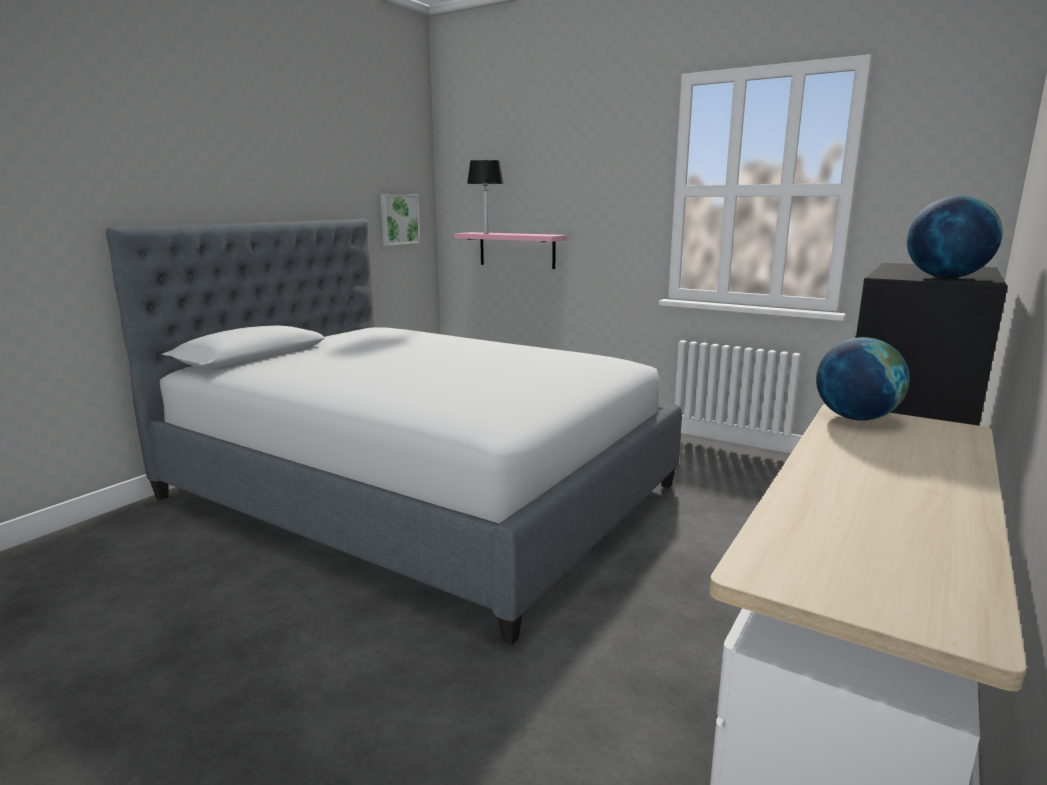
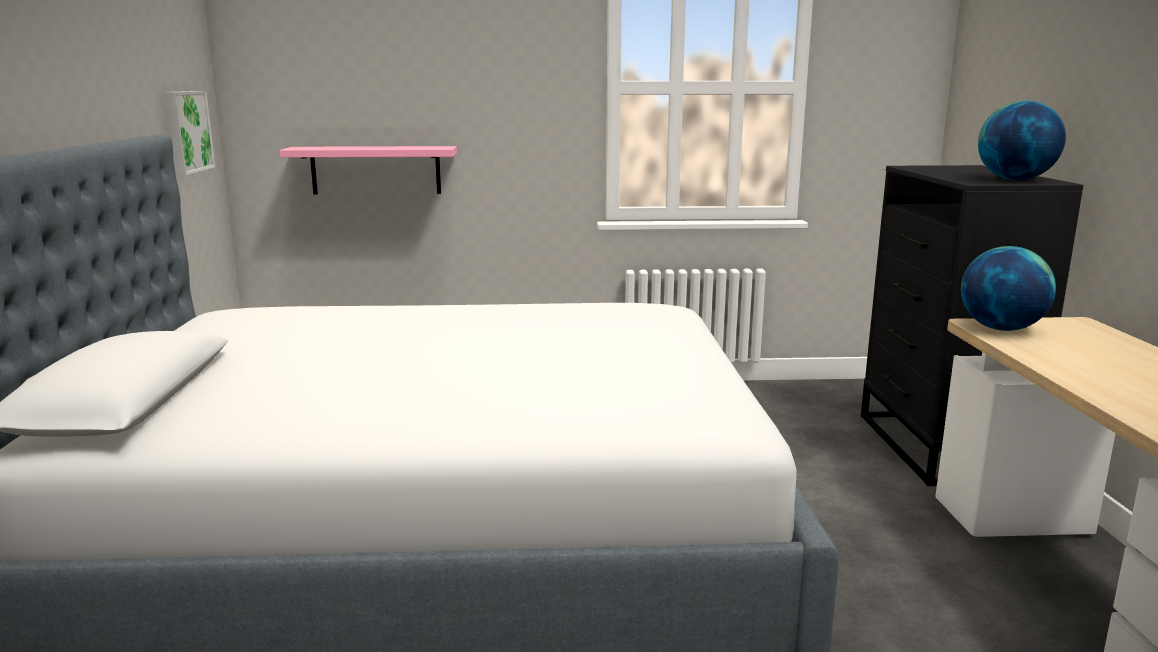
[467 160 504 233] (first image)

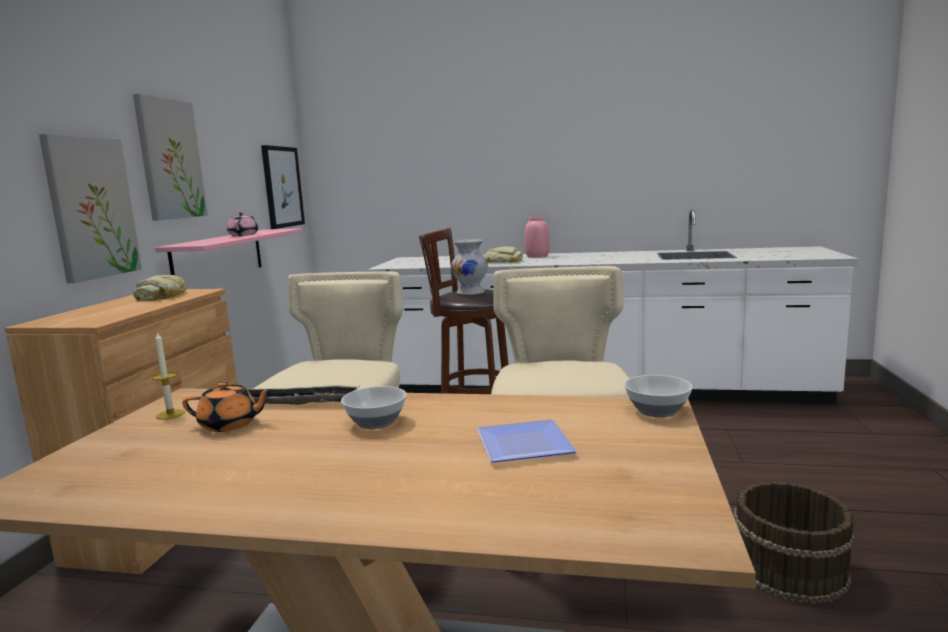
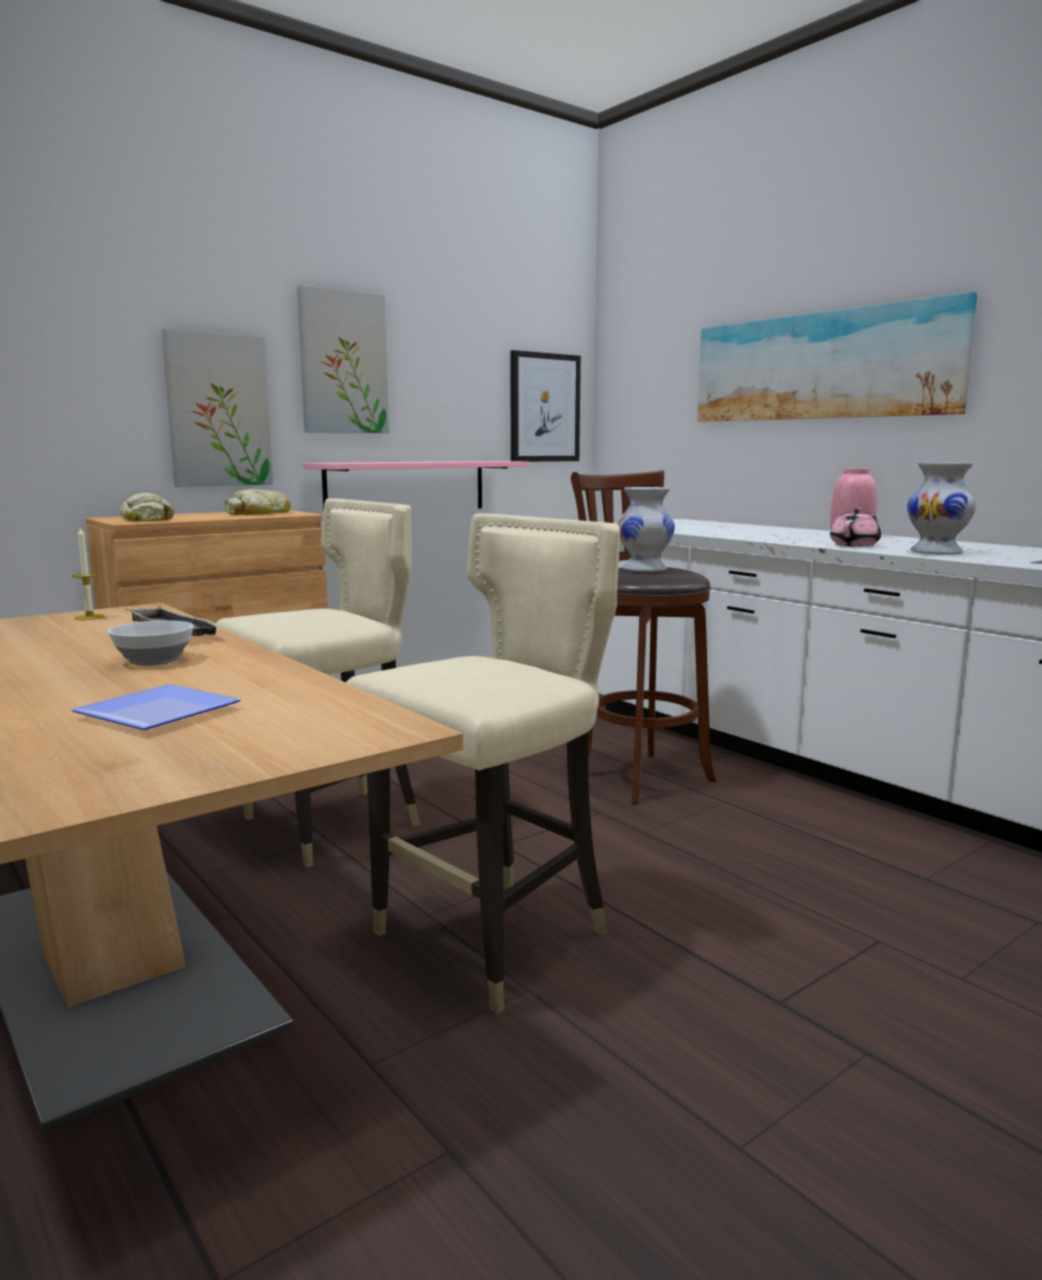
[182 382 273 432] (first image)
[830 508 881 547]
[120 493 174 521]
[624 375 693 417] (first image)
[734 481 856 604] (first image)
[698 292 977 422]
[907 462 976 555]

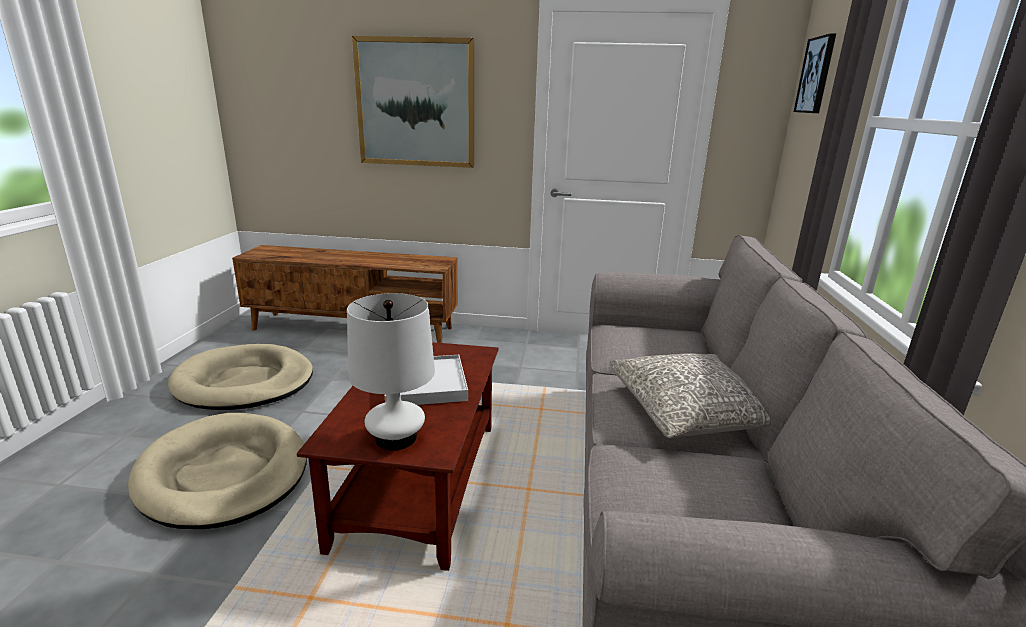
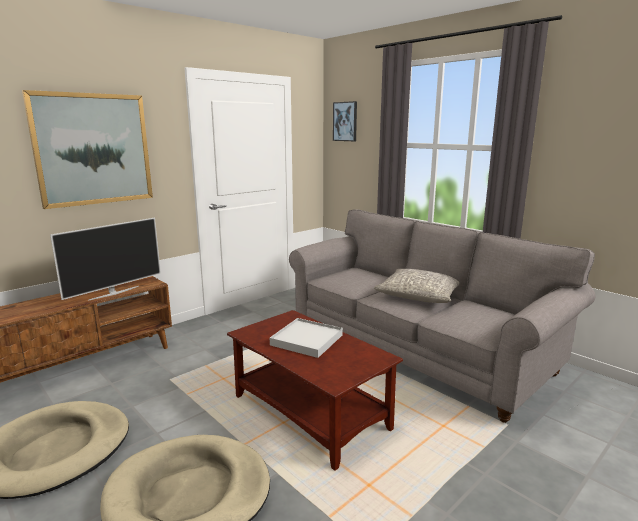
[347 293 435 451] (first image)
[50 218 161 301]

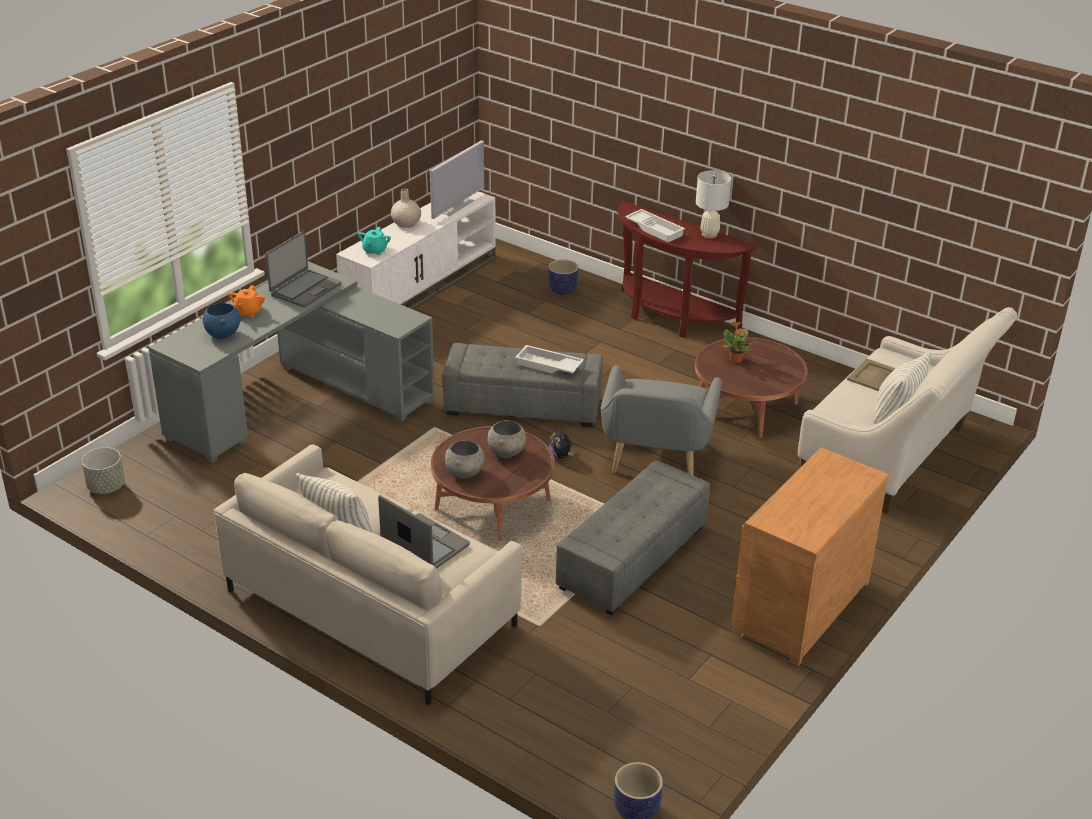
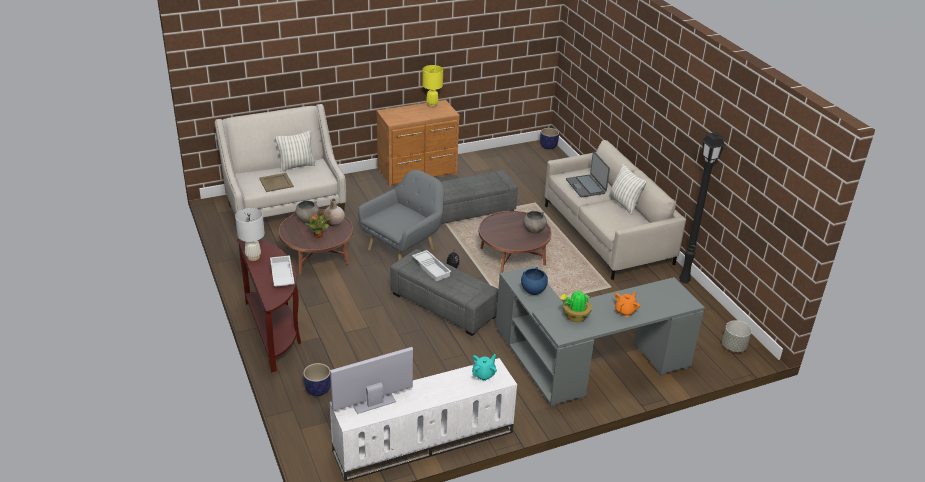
[521 267 548 295]
[561 291 592 322]
[323 199 345 226]
[296 200 319 223]
[422 65 443 107]
[679 132 727 284]

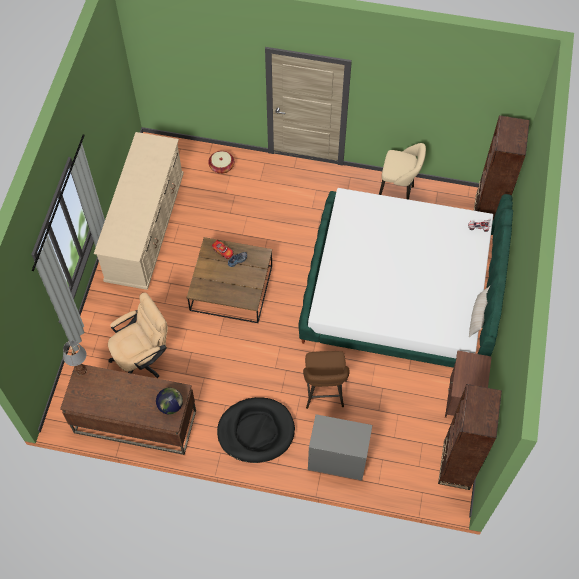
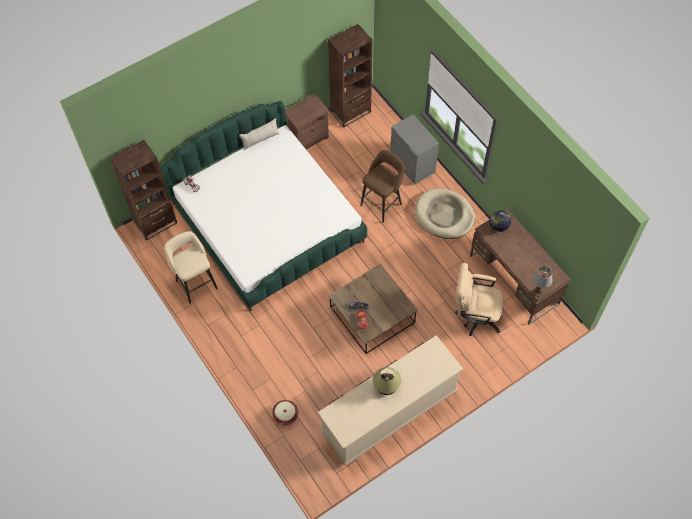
[415 188 475 239]
[373 367 401 395]

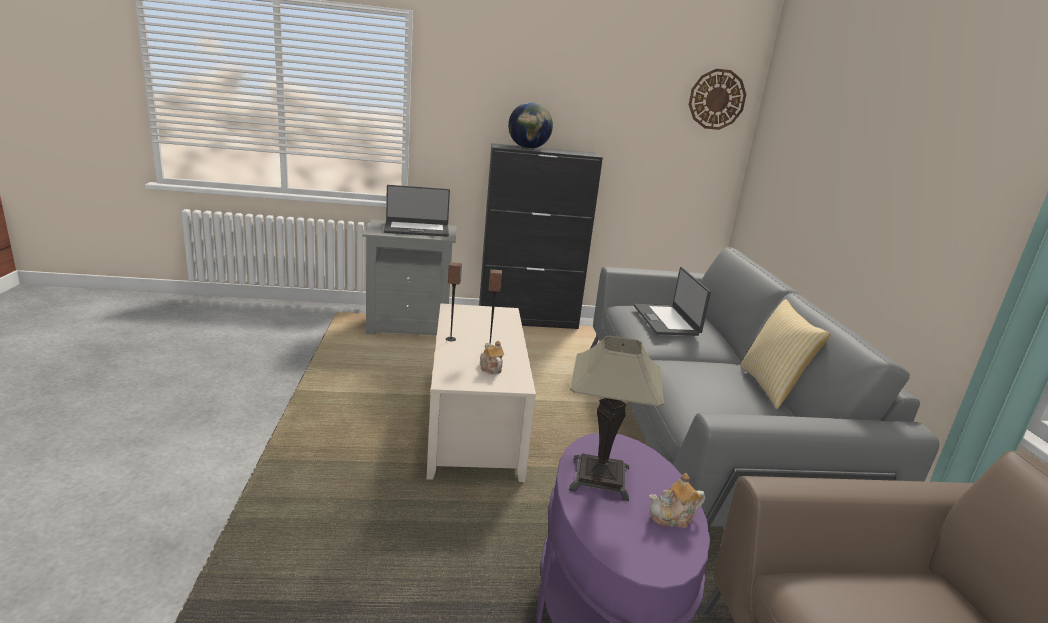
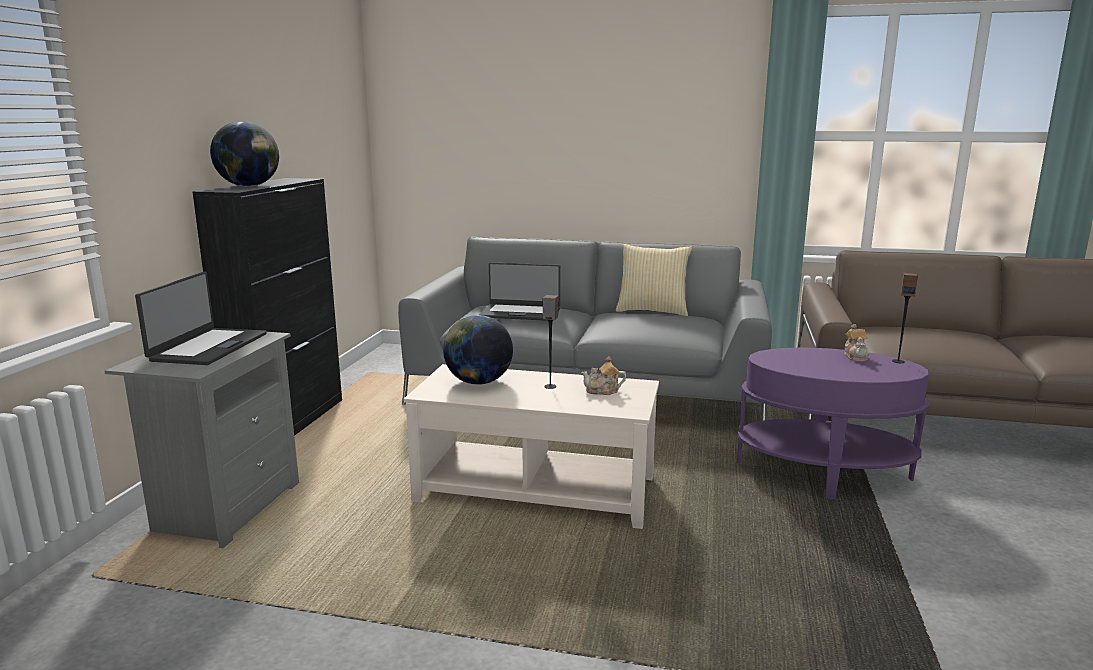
[892 273 918 363]
[569 335 664 501] (first image)
[689 69 746 130] (first image)
[443 315 513 385]

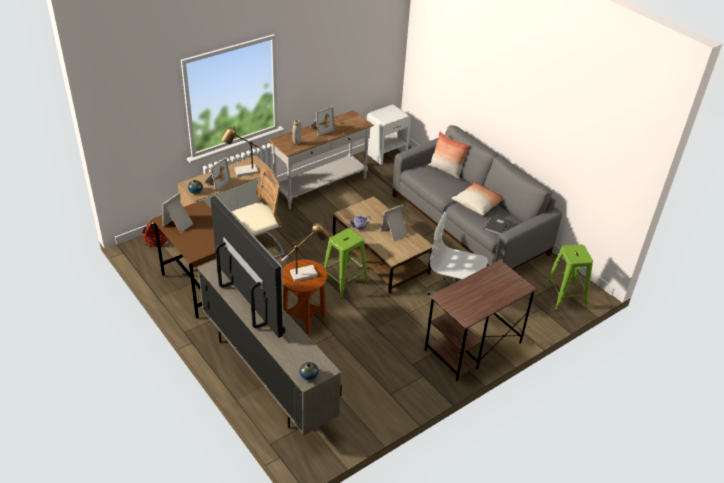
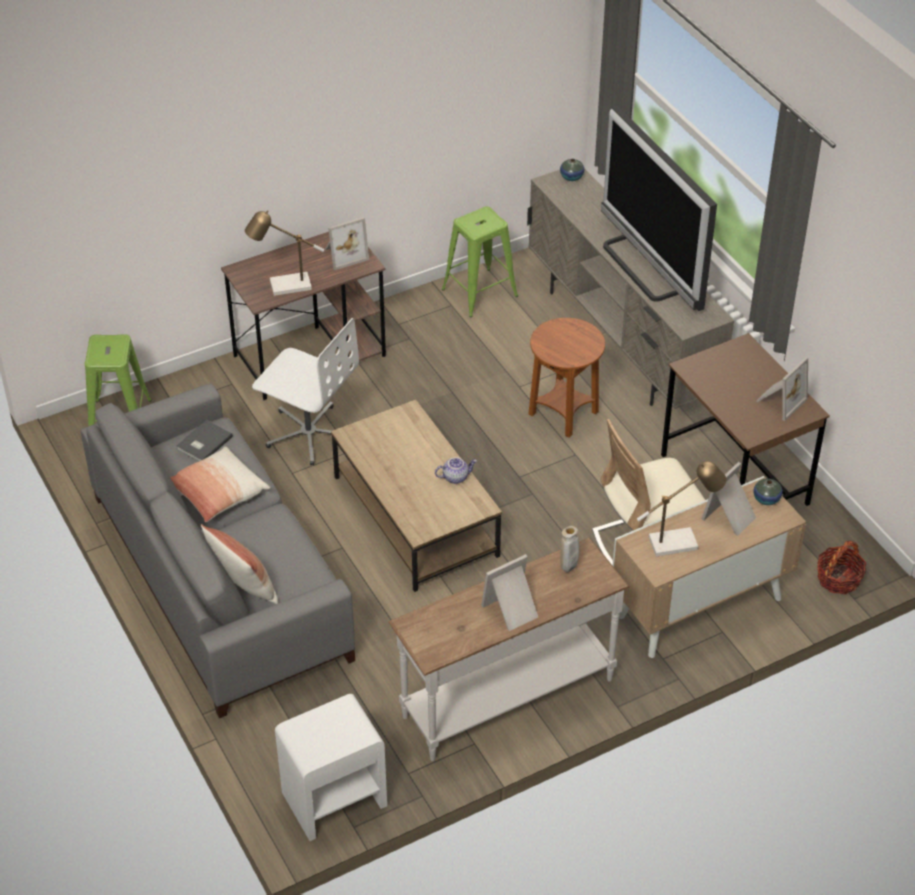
[245 210 324 296]
[442 207 518 317]
[325 217 369 270]

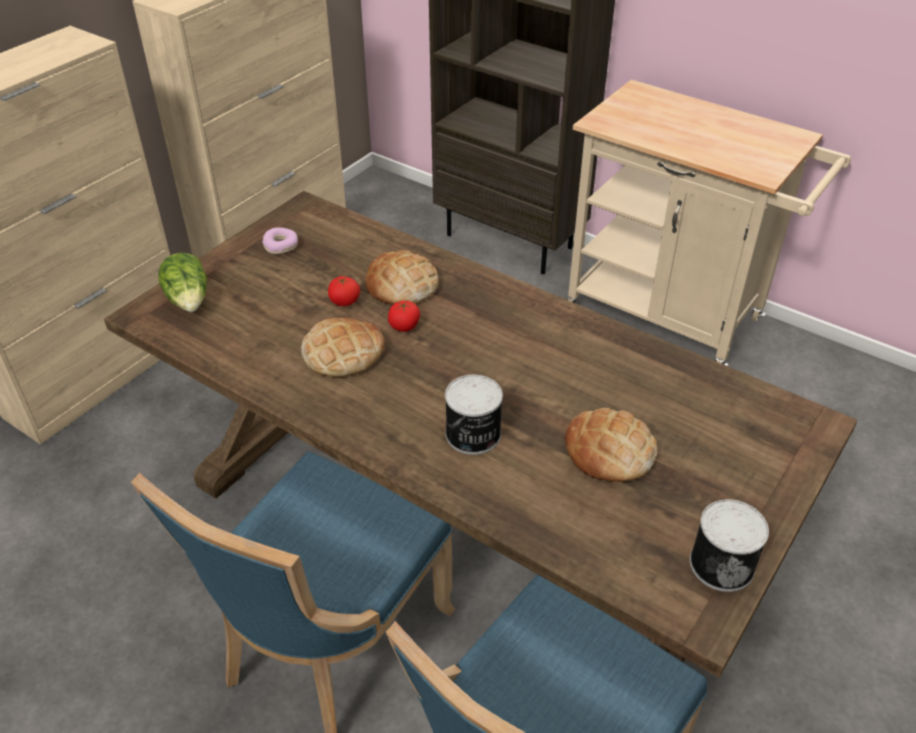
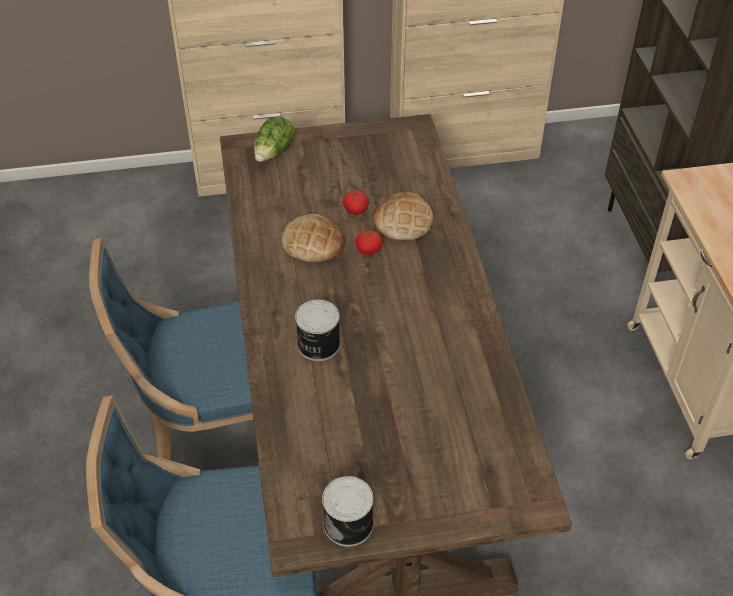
[262 227 298 254] (first image)
[565 408 657 482] (first image)

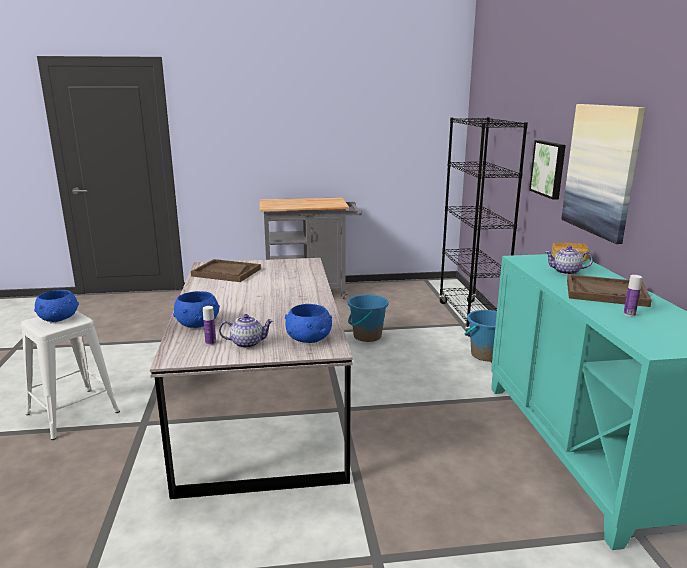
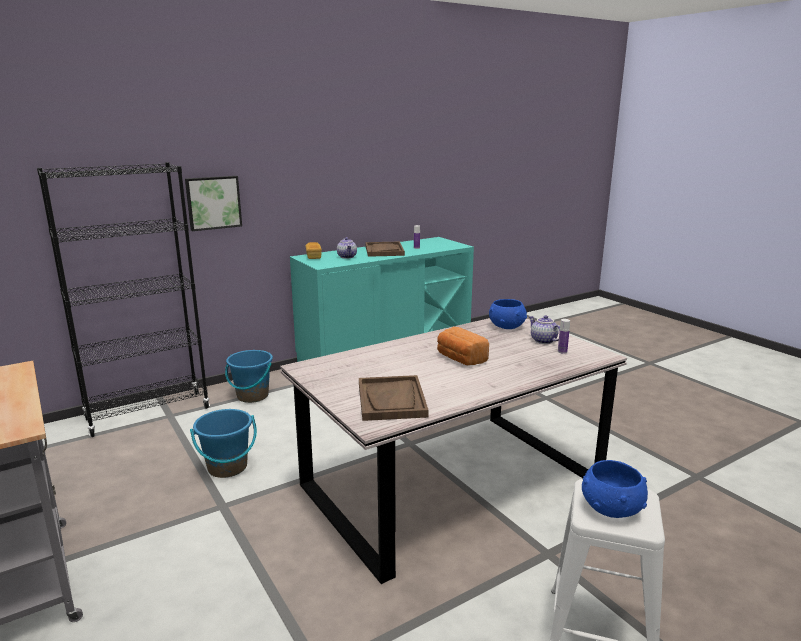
[173 291 220 328] (first image)
[561 104 645 244] (first image)
[437 327 489 365]

